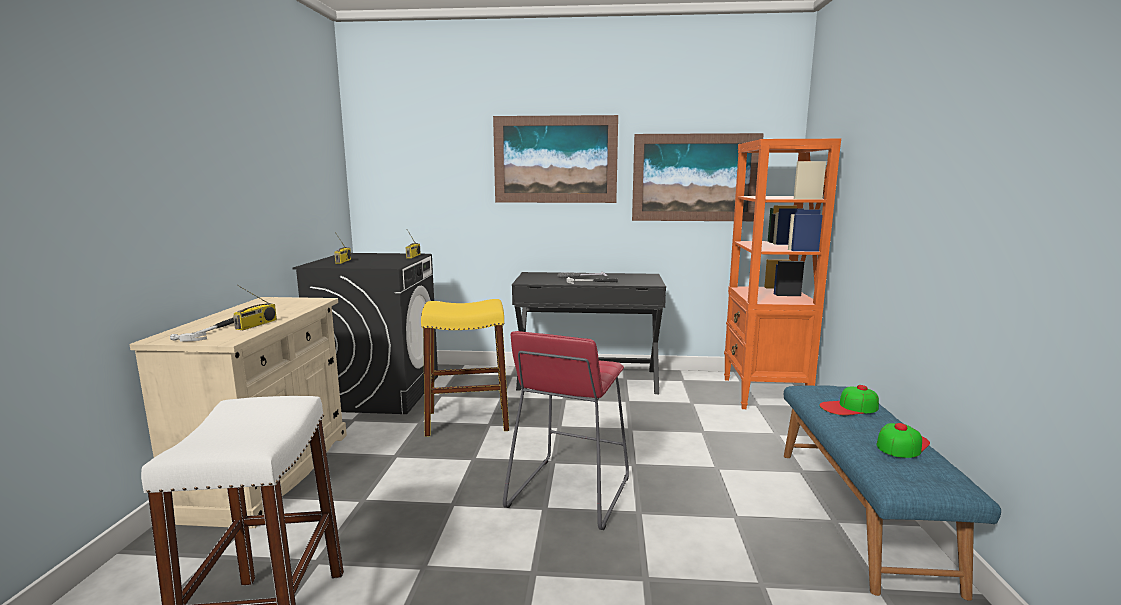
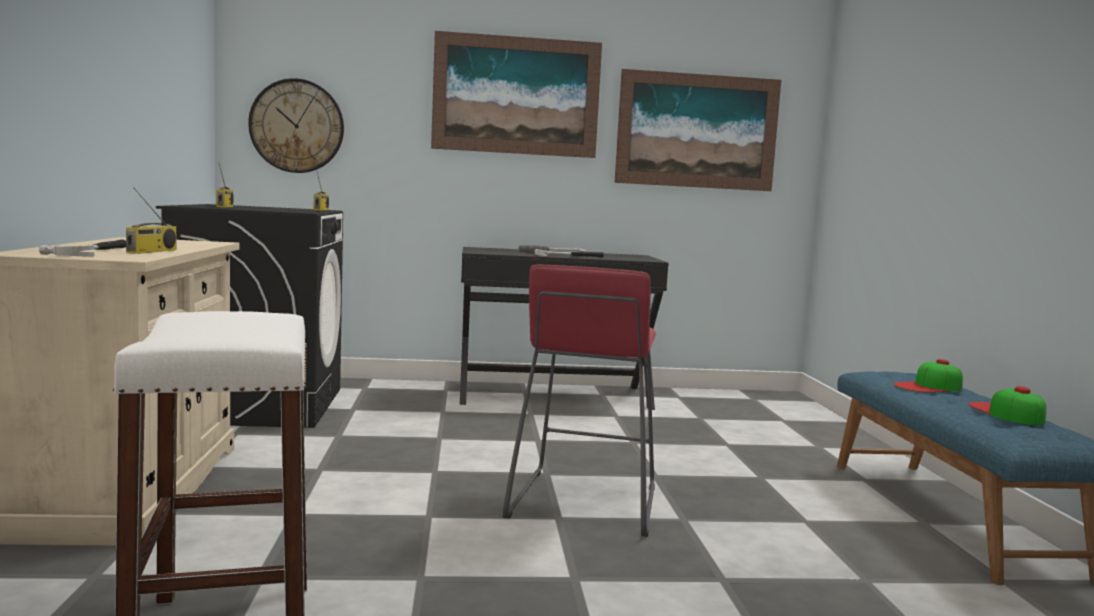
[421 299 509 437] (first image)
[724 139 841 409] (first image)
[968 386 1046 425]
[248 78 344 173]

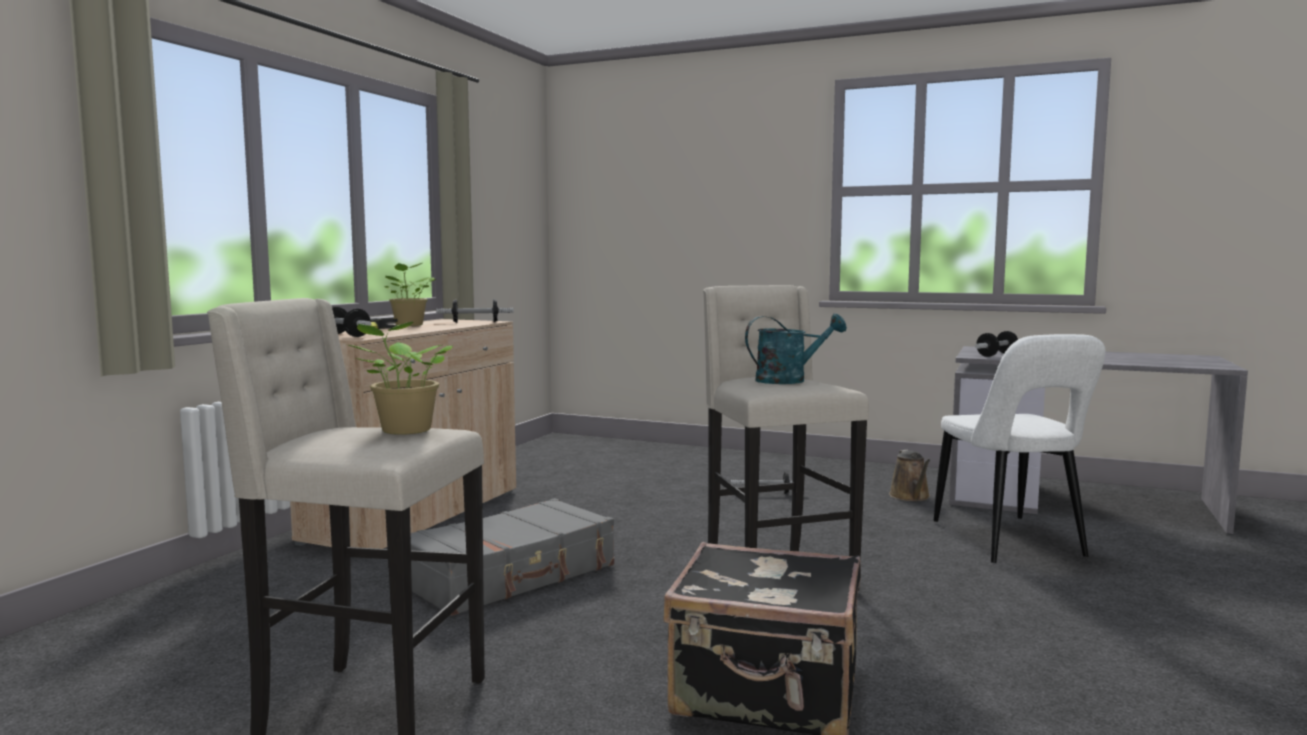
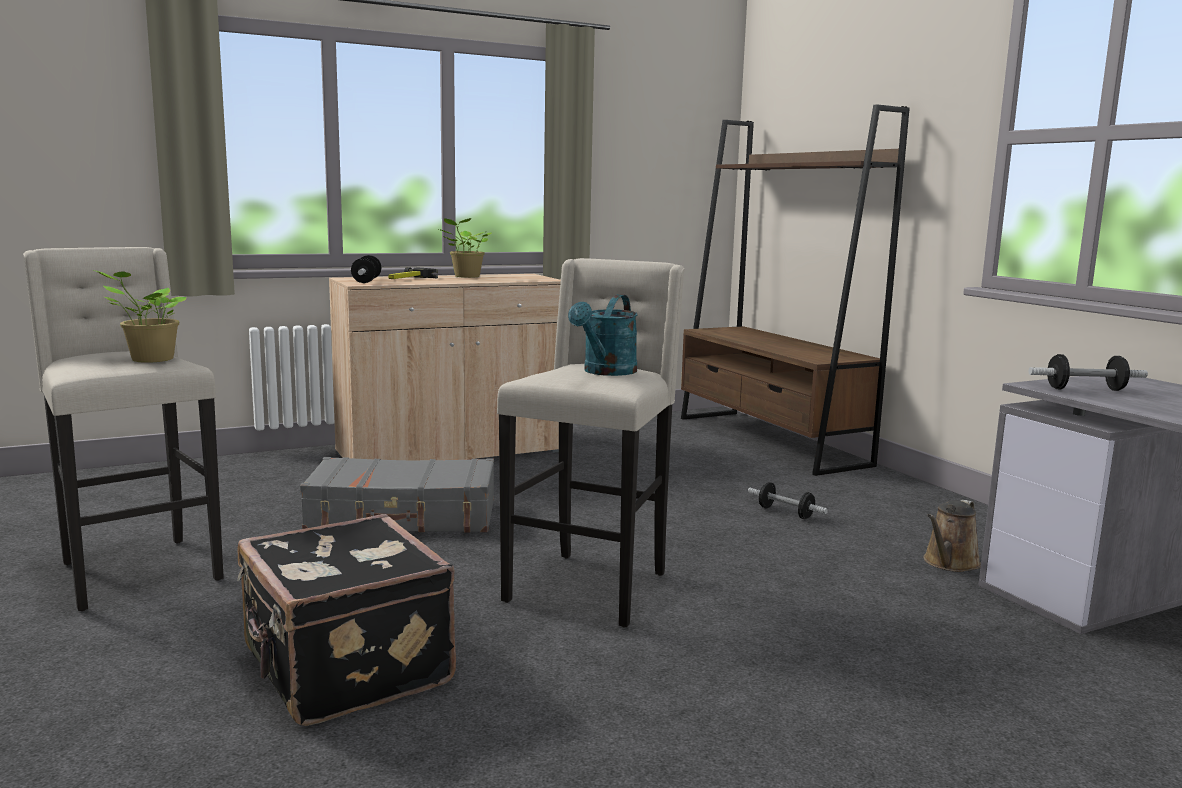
[436 299 514 323] (first image)
[568 294 637 376]
[934 334 1105 563] (first image)
[681 104 910 476]

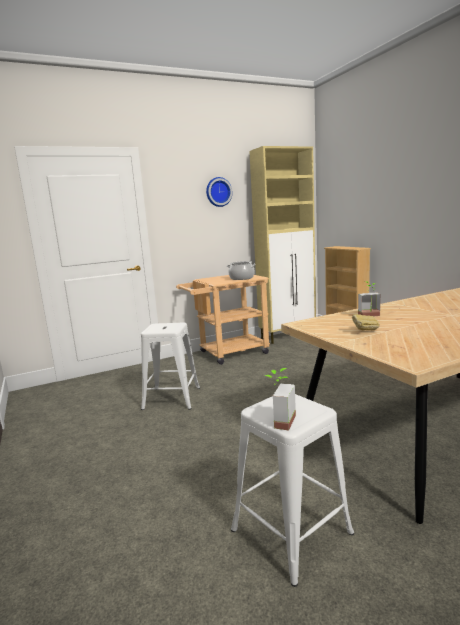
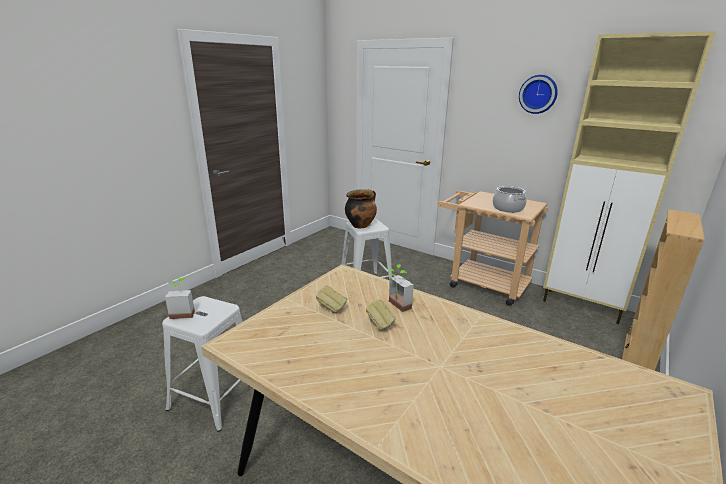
[345 189 377 228]
[366 300 396 330]

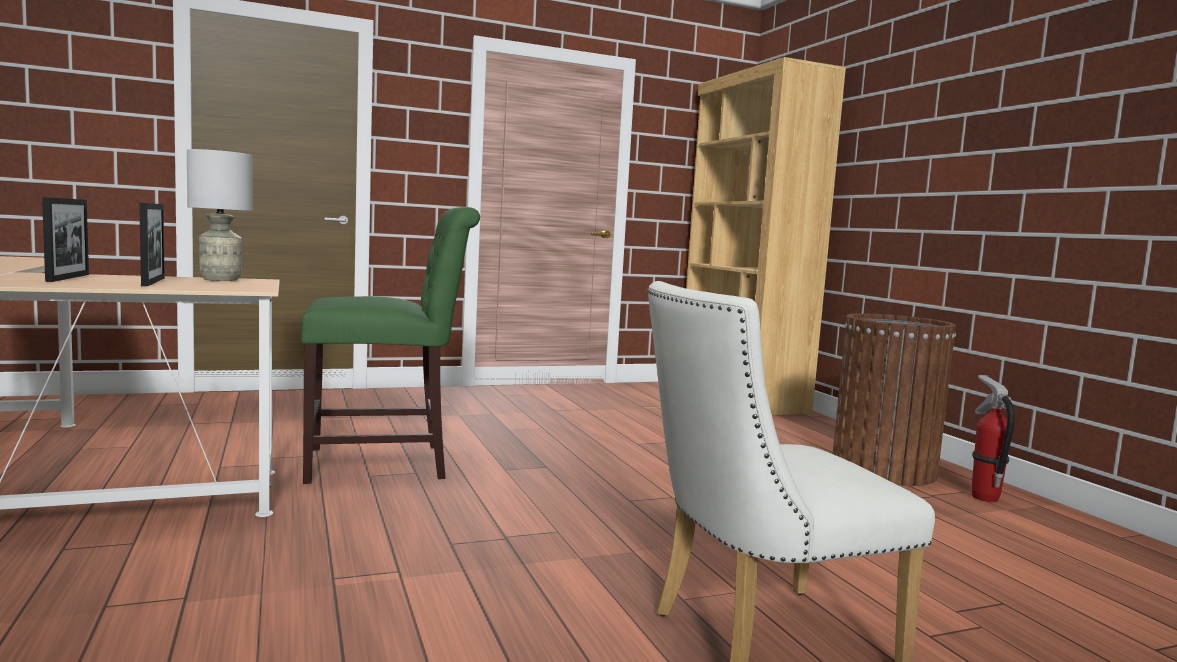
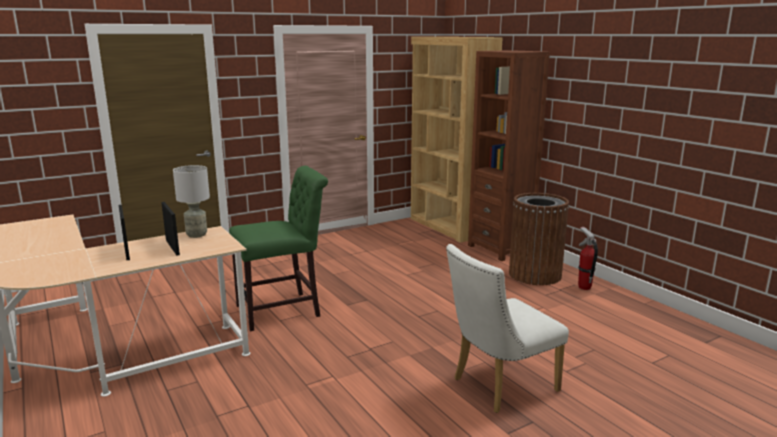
[468 50 550 261]

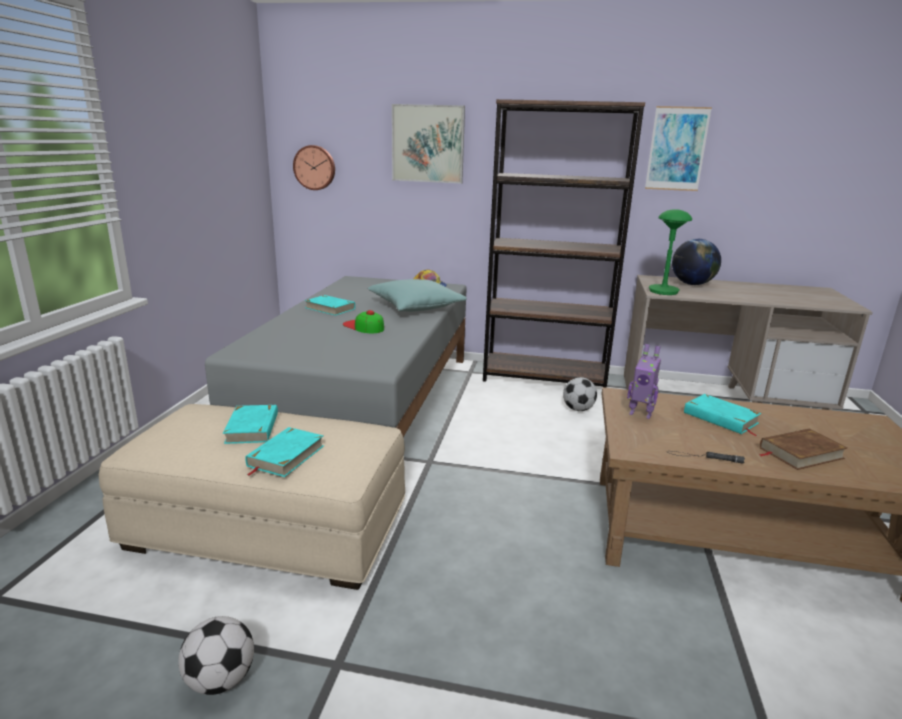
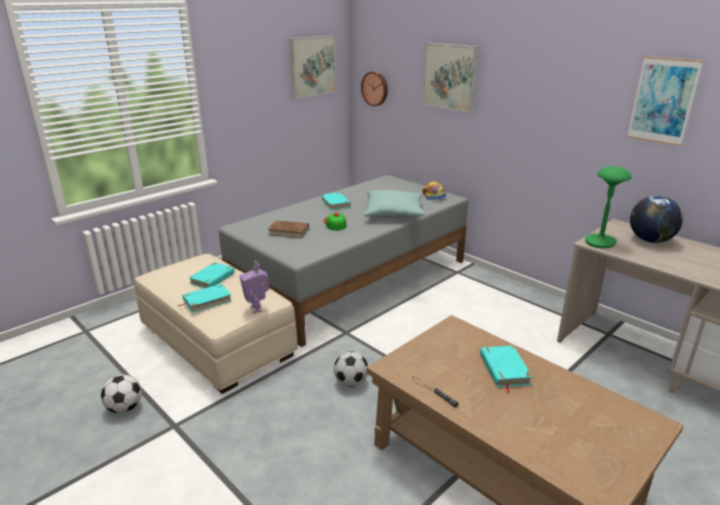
[483 99 645 388] (first image)
[334 351 368 387]
[239 261 269 313]
[268 220 309 238]
[289 36 336 99]

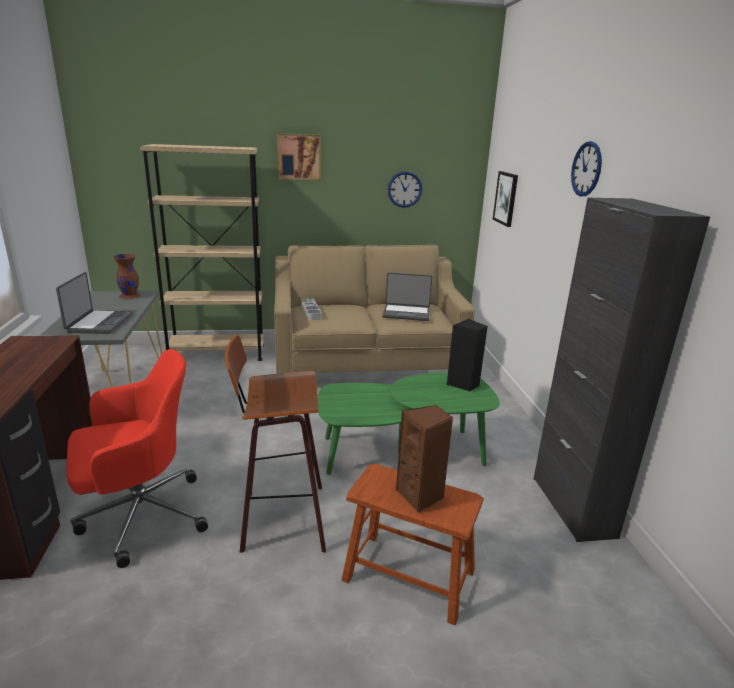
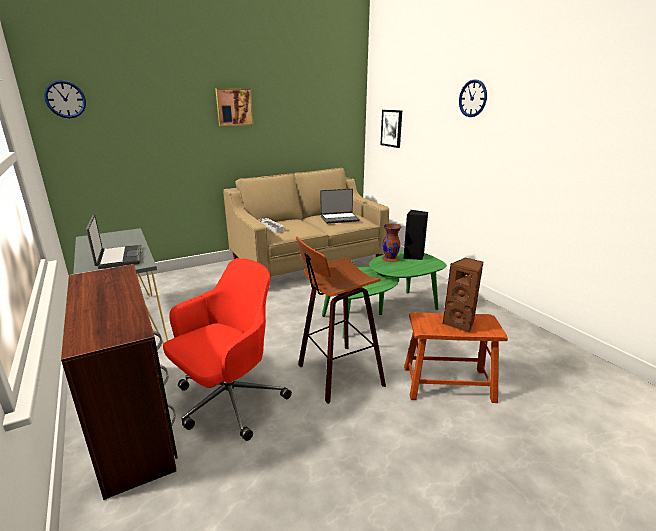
[382 223 401 262]
[140 144 264 361] (first image)
[44 80 86 118]
[534 198 710 542] (first image)

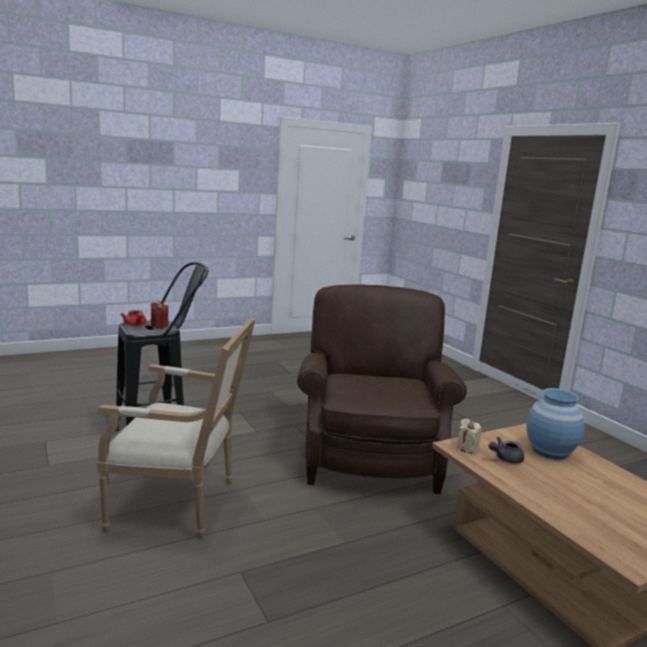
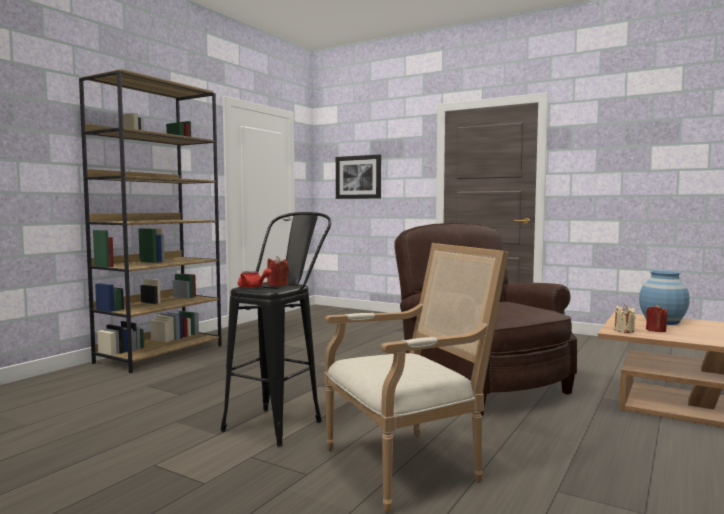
[646 304 668 332]
[79 69 222 373]
[336 154 381 199]

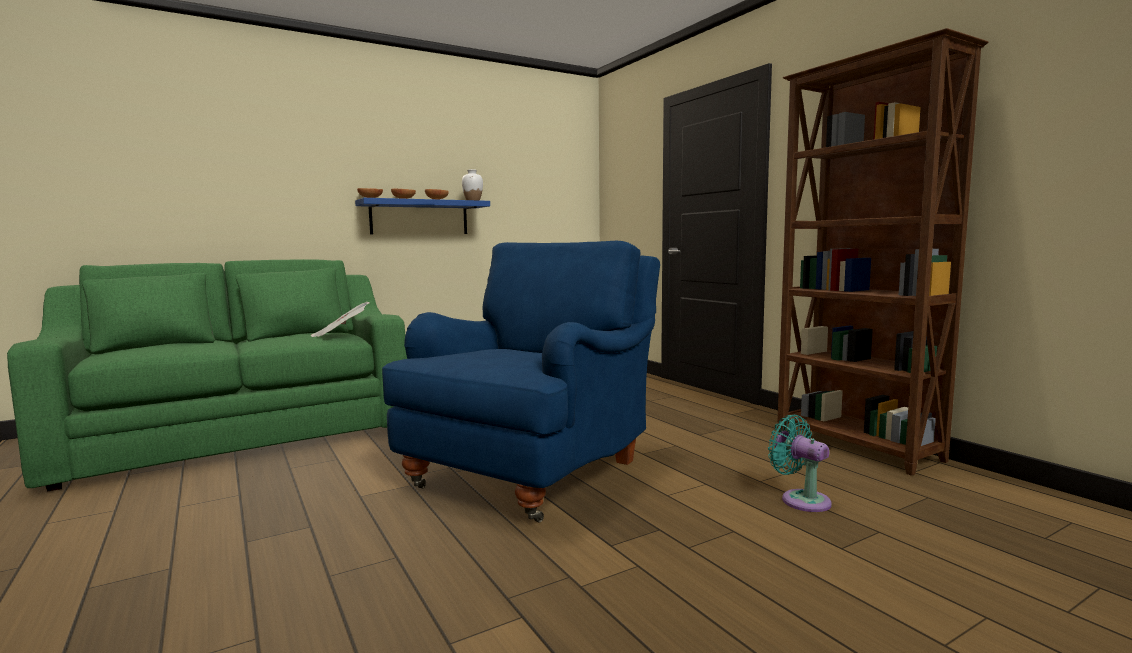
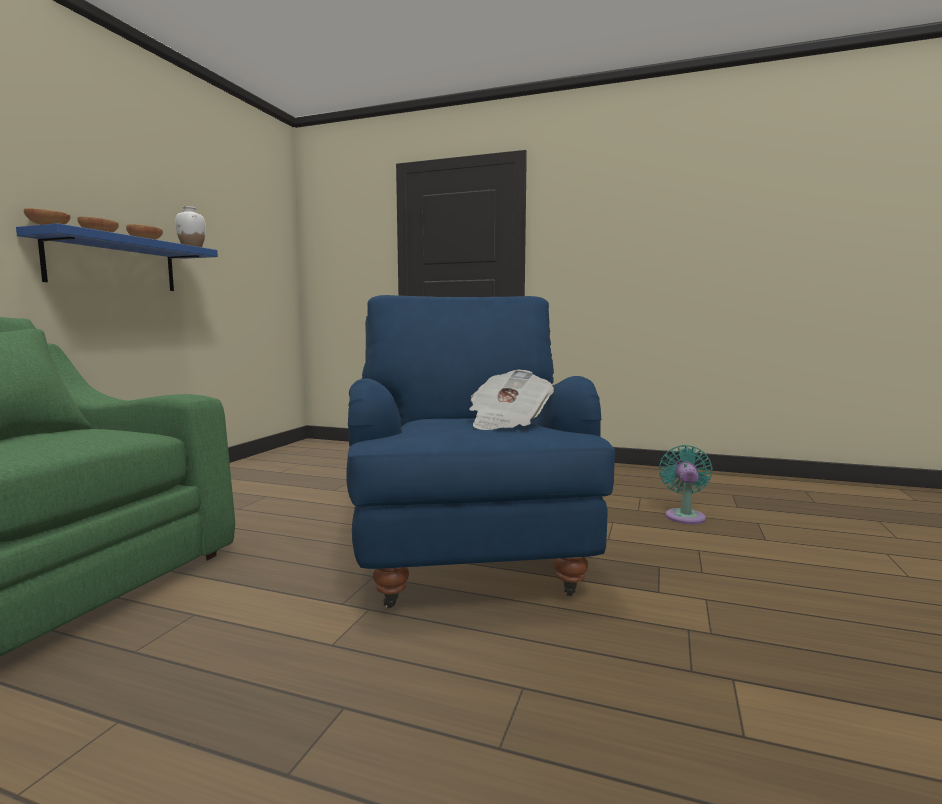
[469 370 554 430]
[659 445 713 524]
[777 28 989 476] (first image)

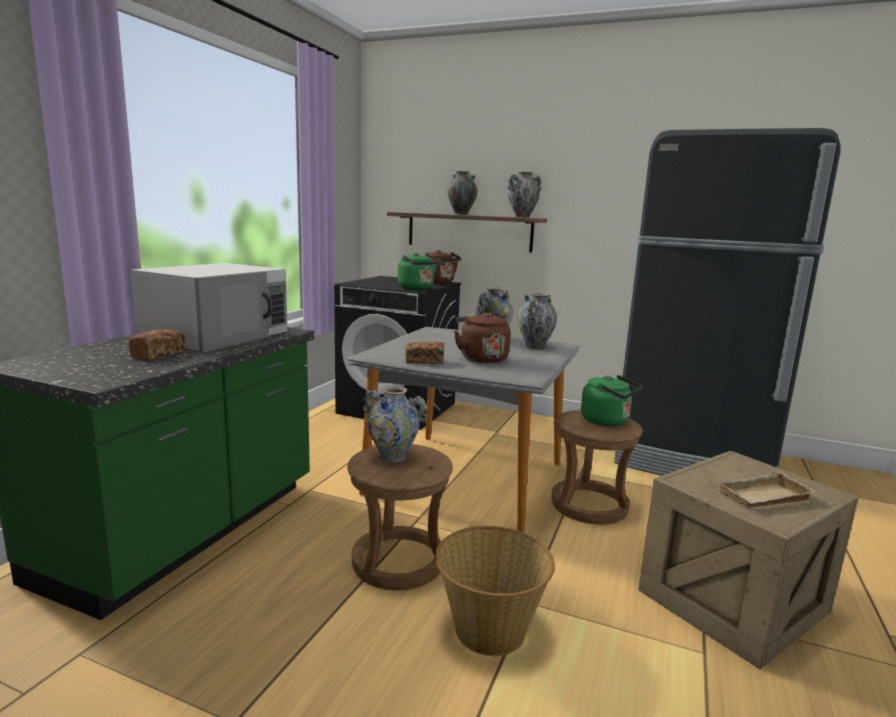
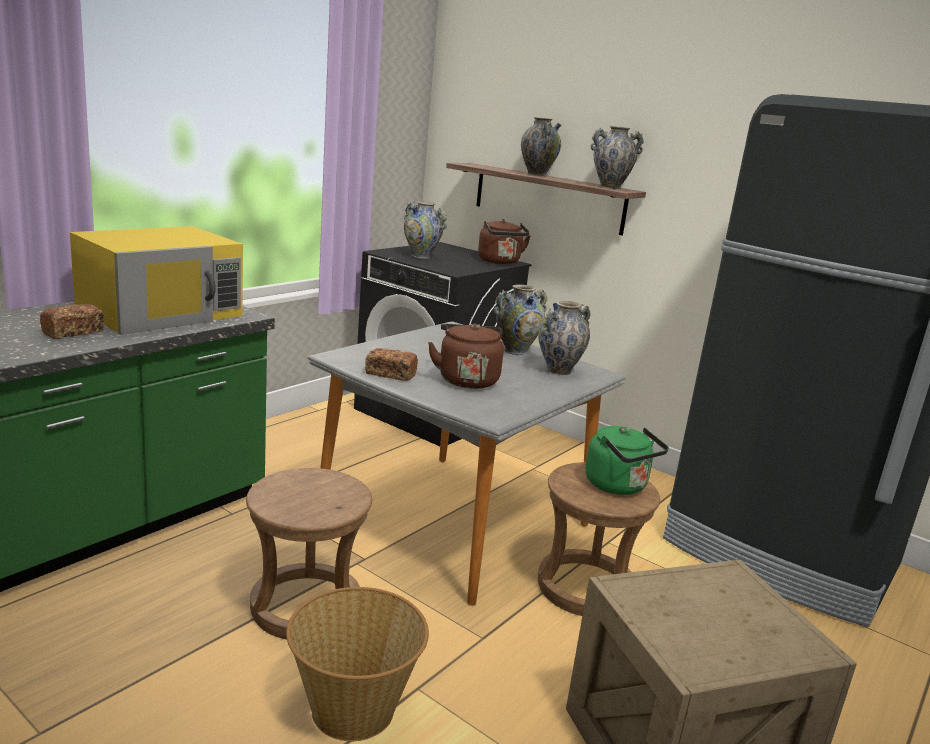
[70 226 243 335]
[404 201 447 259]
[398 253 441 290] (first image)
[718 472 817 508] (first image)

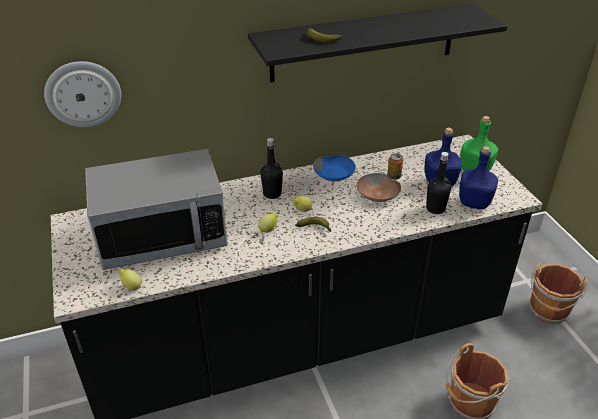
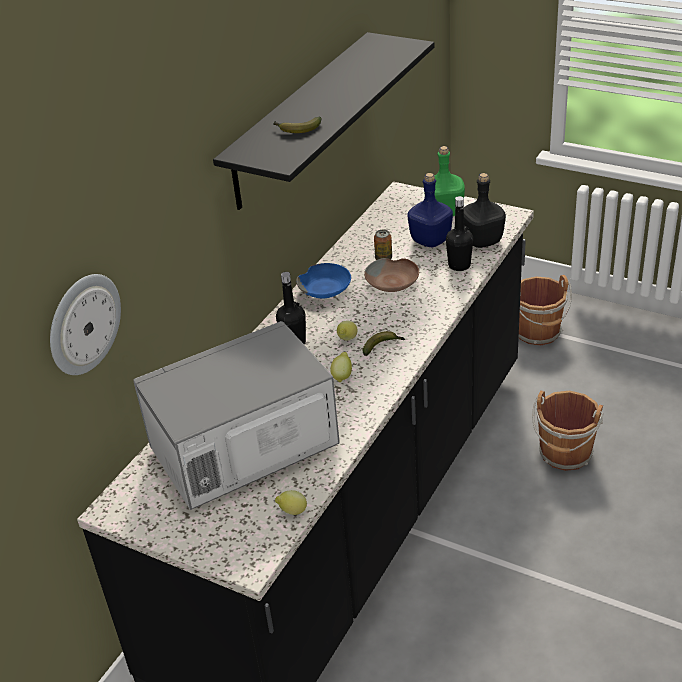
[133 321 340 510]
[464 173 506 248]

